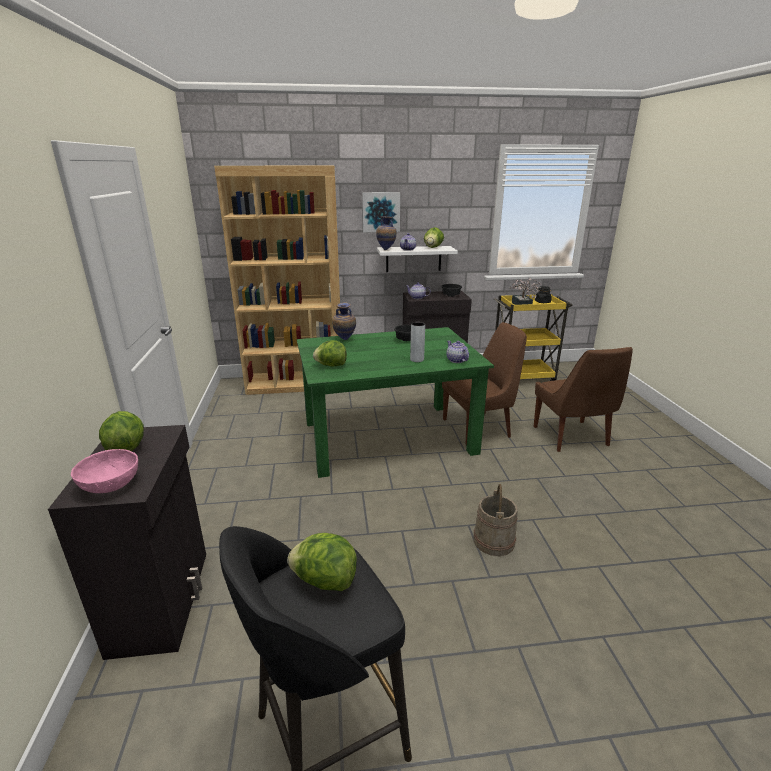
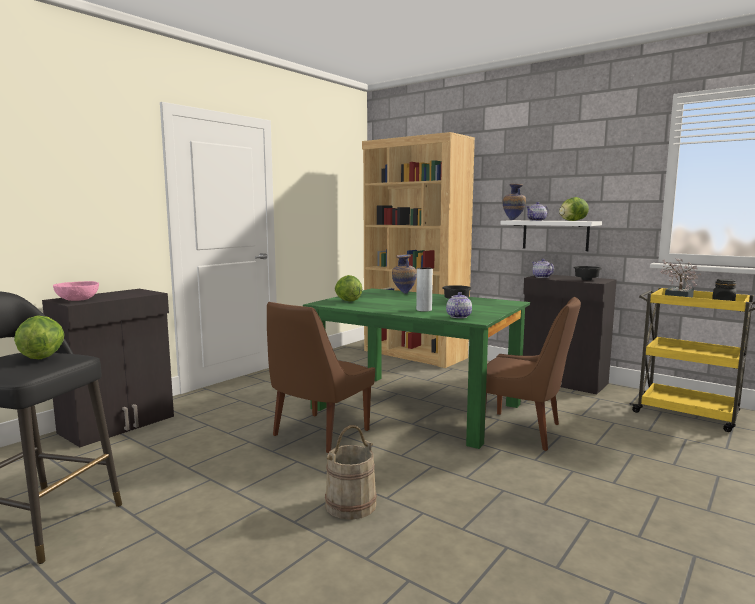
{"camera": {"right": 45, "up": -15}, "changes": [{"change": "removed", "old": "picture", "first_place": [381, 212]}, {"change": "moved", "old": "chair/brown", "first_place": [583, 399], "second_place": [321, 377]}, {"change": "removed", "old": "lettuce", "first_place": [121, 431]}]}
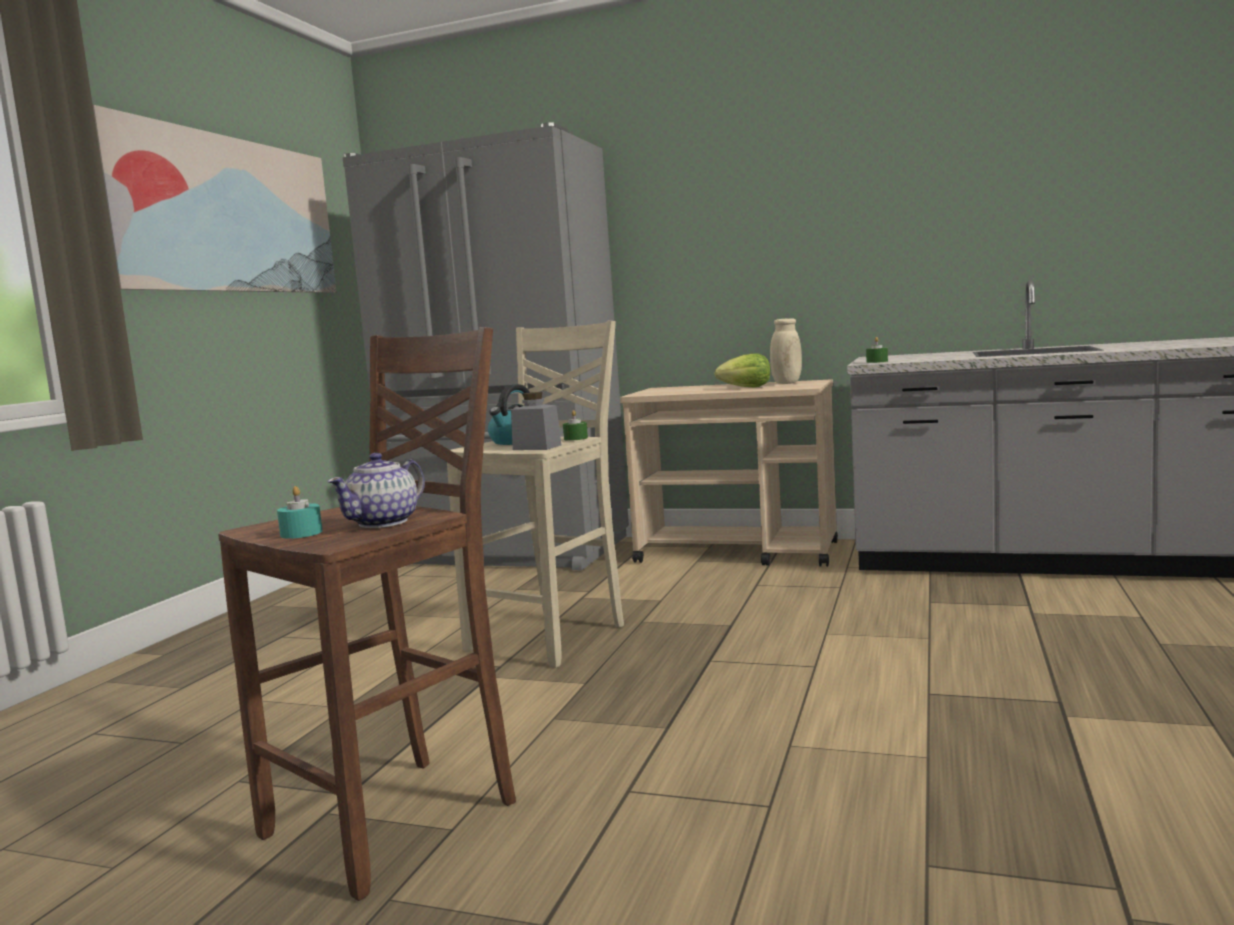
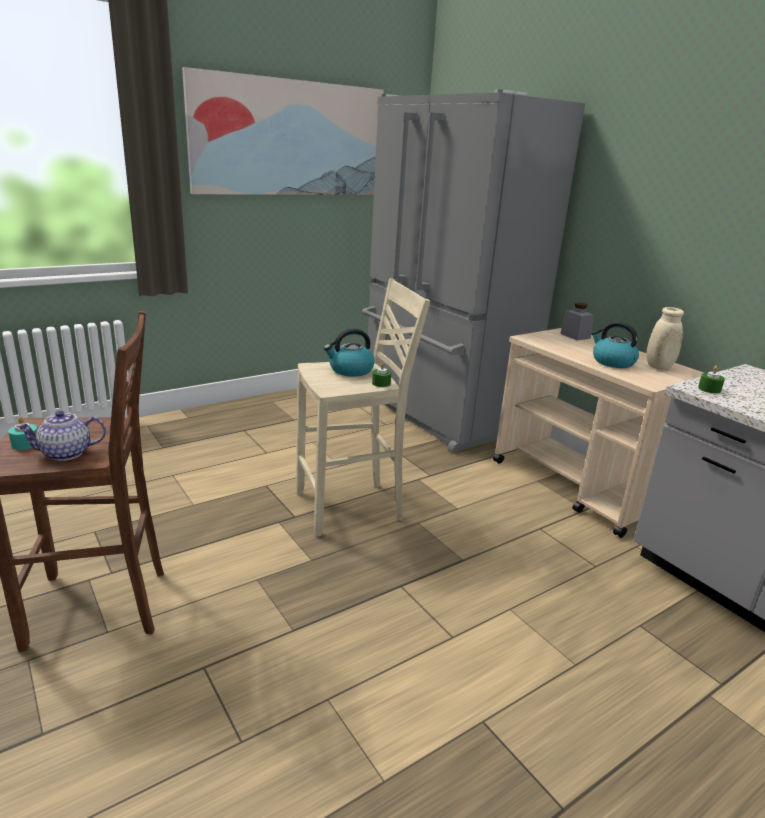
{"camera": {"right": 35, "up": 15}, "changes": [{"change": "replaced", "old": "lettuce", "new": "kettle", "first_place": [742, 370], "second_place": [615, 345]}, {"change": "moved", "old": "jar/grey", "first_place": [536, 421], "second_place": [577, 322]}]}
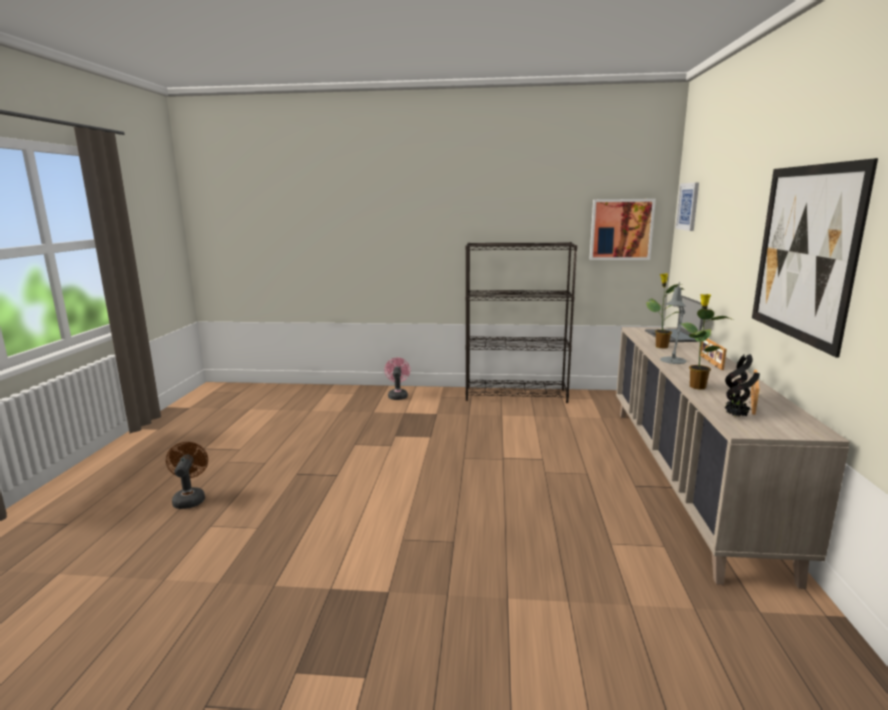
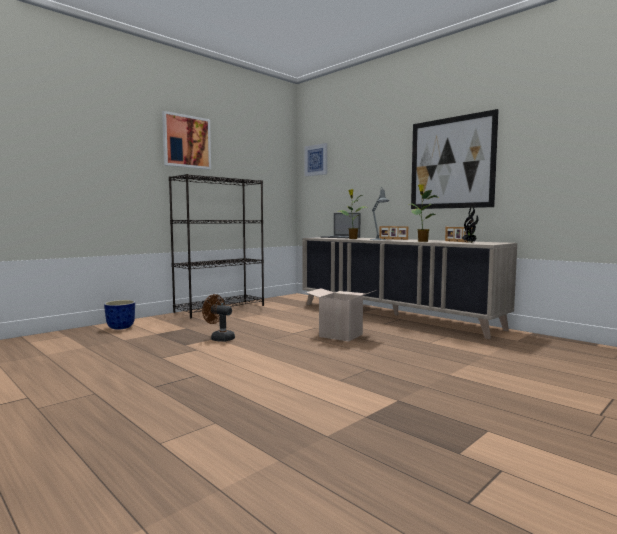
{"camera": {"right": -50, "up": -10}, "changes": [{"change": "moved", "old": "picture", "first_place": [622, 229], "second_place": [186, 140]}, {"change": "replaced", "old": "fan/pink", "new": "planter", "first_place": [397, 378], "second_place": [119, 315]}, {"change": "moved", "old": "fan/brown", "first_place": [187, 475], "second_place": [218, 318]}, {"change": "added", "new": "cardboard box", "second_place": [340, 315]}]}
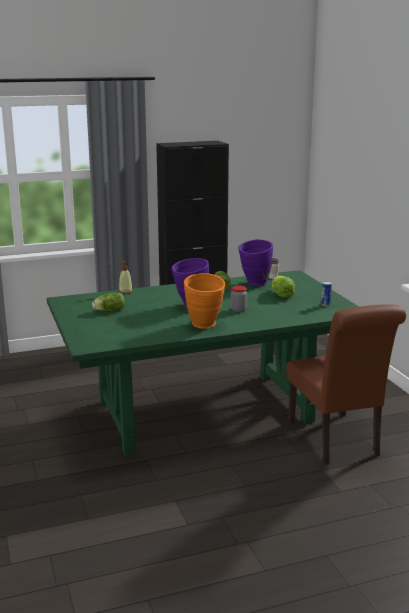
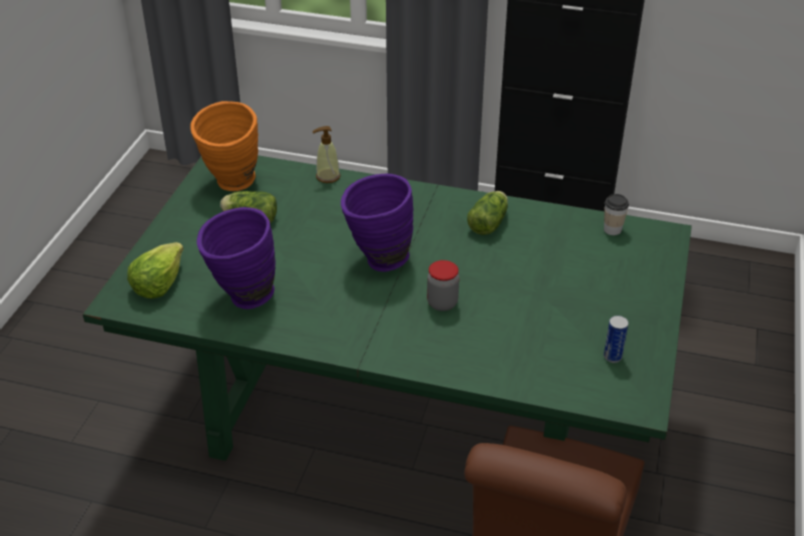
{"camera": {"right": 35, "up": 20}, "changes": [{"change": "moved", "old": "vase/purple", "first_place": [255, 263], "second_place": [236, 258]}, {"change": "moved", "old": "vase/orange", "first_place": [204, 301], "second_place": [224, 146]}, {"change": "moved", "old": "lettuce", "first_place": [283, 287], "second_place": [155, 270]}]}
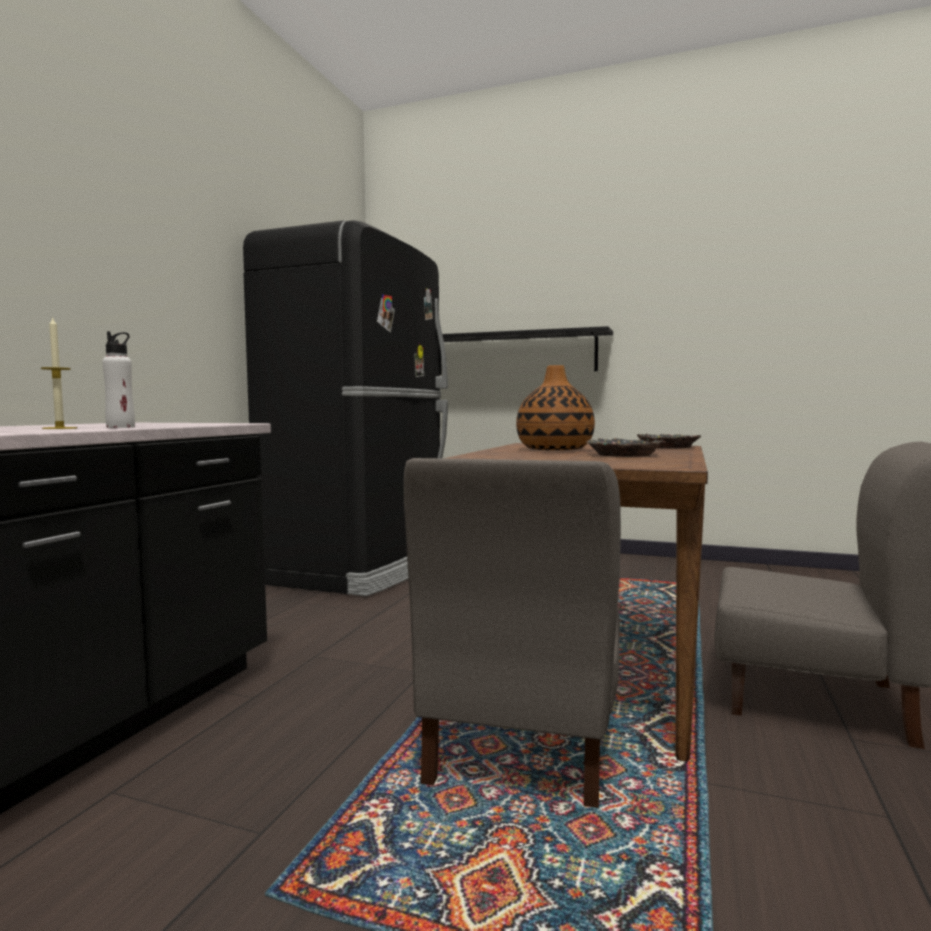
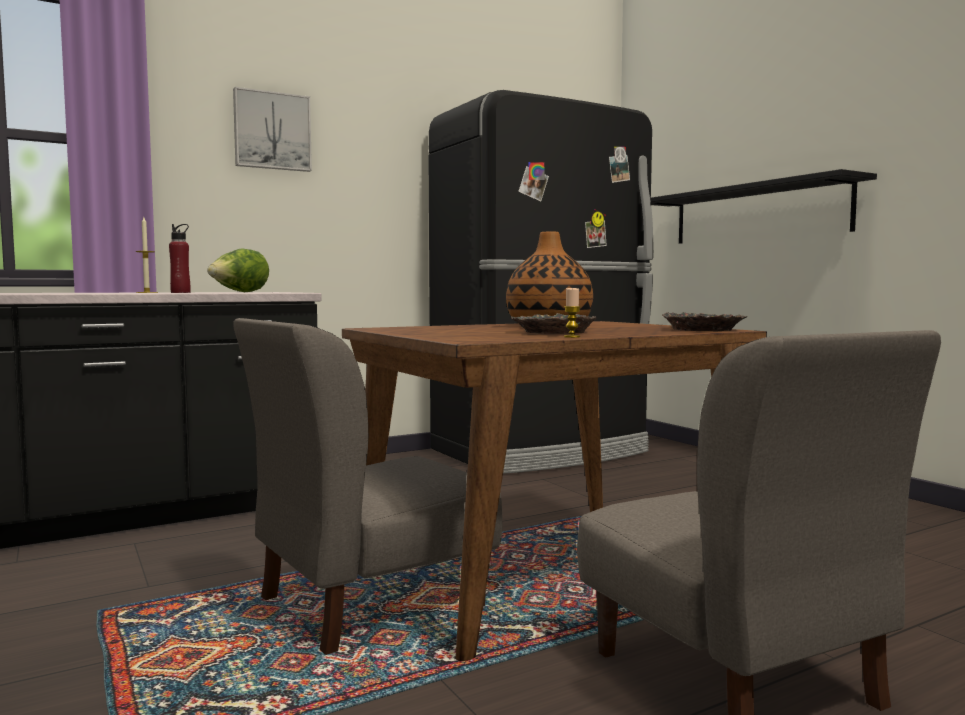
{"camera": {"right": 40, "up": 0}, "changes": [{"change": "recoloured", "old": "bottle/white", "new": "bottle/red", "first_place": [118, 379], "second_place": [180, 258]}, {"change": "added", "new": "picture", "second_place": [272, 129]}, {"change": "added", "new": "lettuce", "second_place": [238, 270]}, {"change": "added", "new": "candle", "second_place": [572, 312]}]}
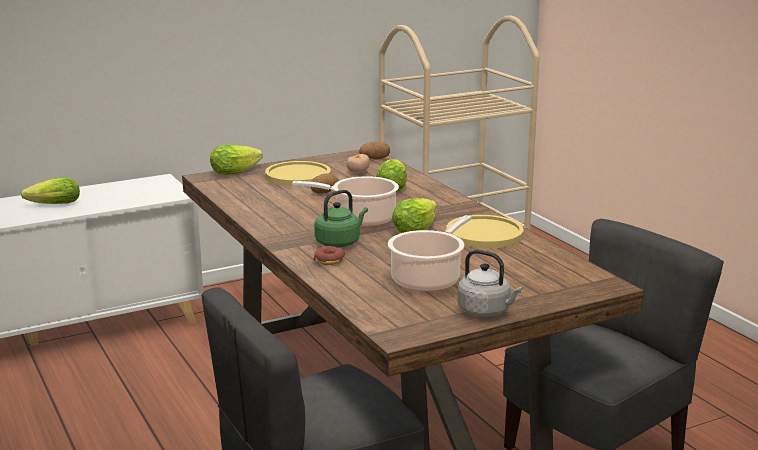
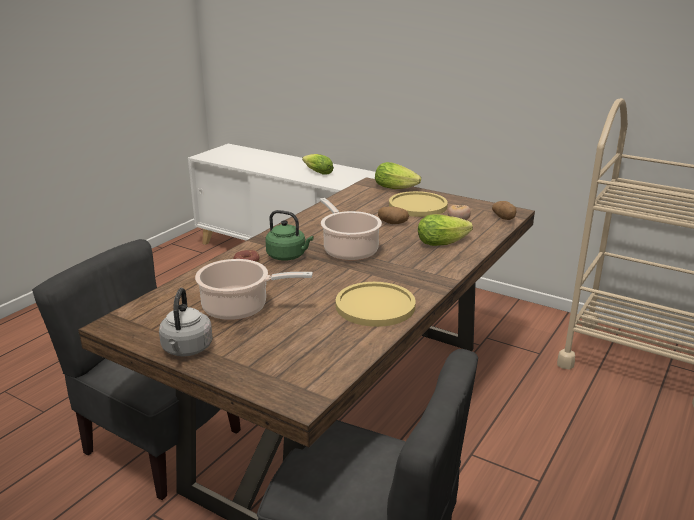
{"camera": {"right": 60, "up": 5}, "changes": [{"change": "removed", "old": "lettuce", "first_place": [414, 215]}]}
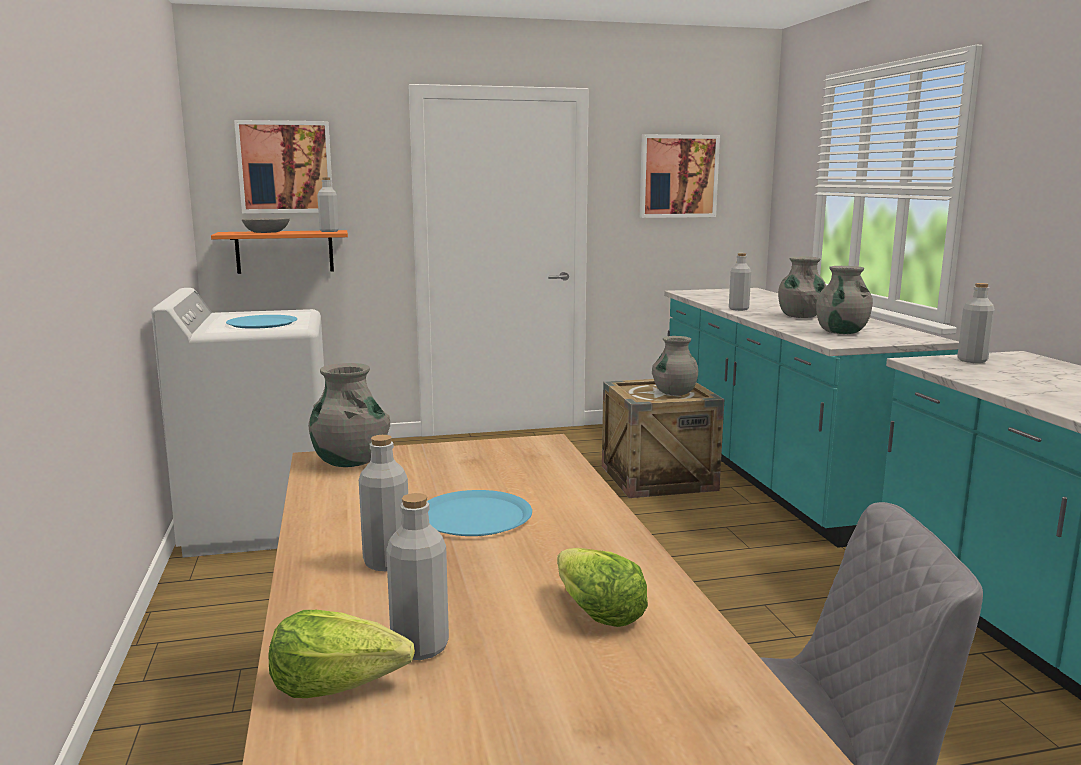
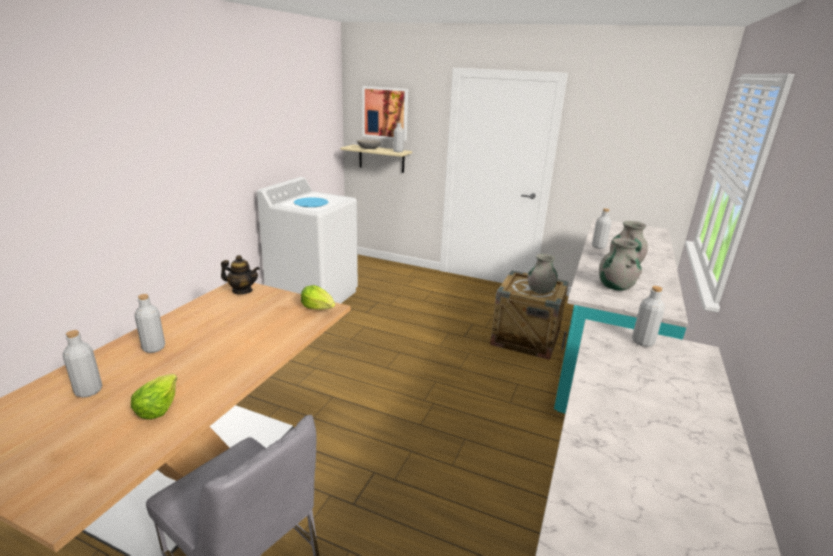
{"camera": {"right": 35, "up": 10}, "changes": [{"change": "removed", "old": "picture", "first_place": [680, 176]}, {"change": "recoloured", "old": "shelf/orange", "new": "shelf/beige", "first_place": [279, 252], "second_place": [376, 159]}, {"change": "replaced", "old": "vase/grey", "new": "teapot", "first_place": [349, 415], "second_place": [240, 274]}, {"change": "removed", "old": "plate/blue", "first_place": [479, 513]}, {"change": "moved", "old": "lettuce", "first_place": [342, 654], "second_place": [318, 297]}]}
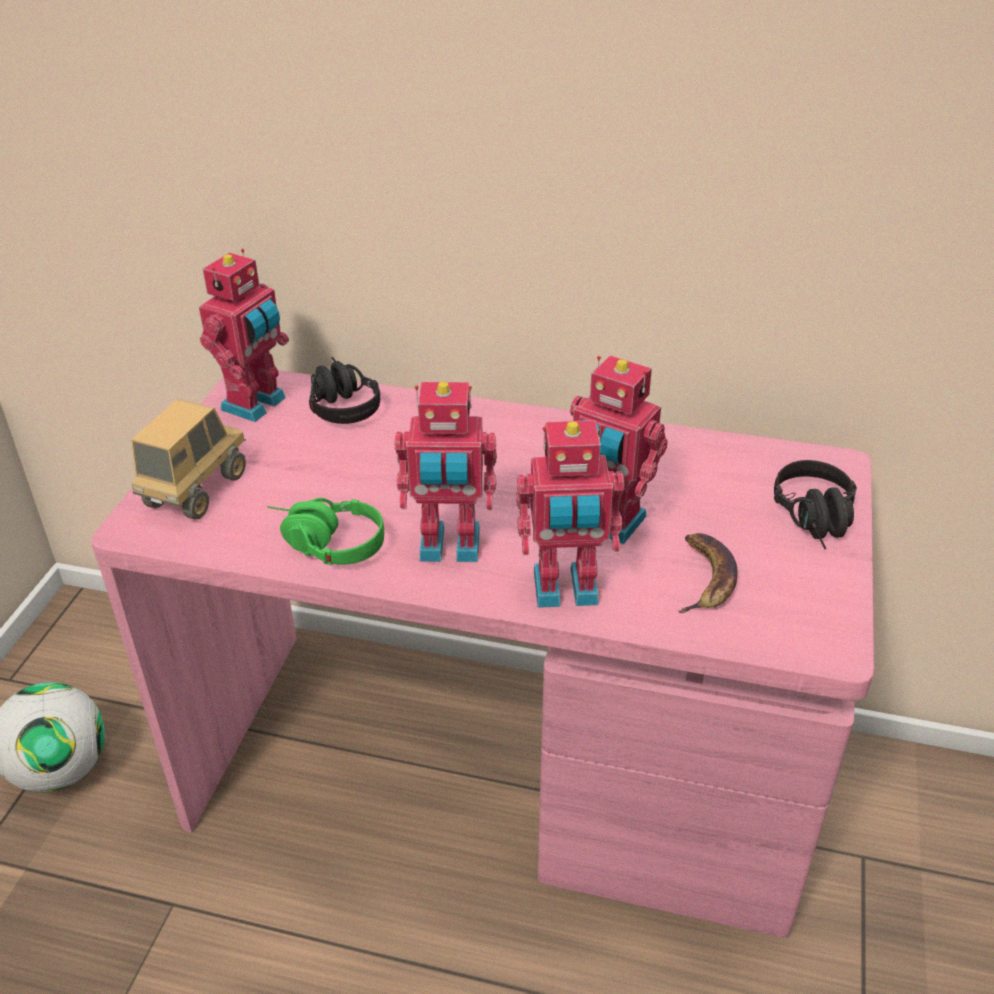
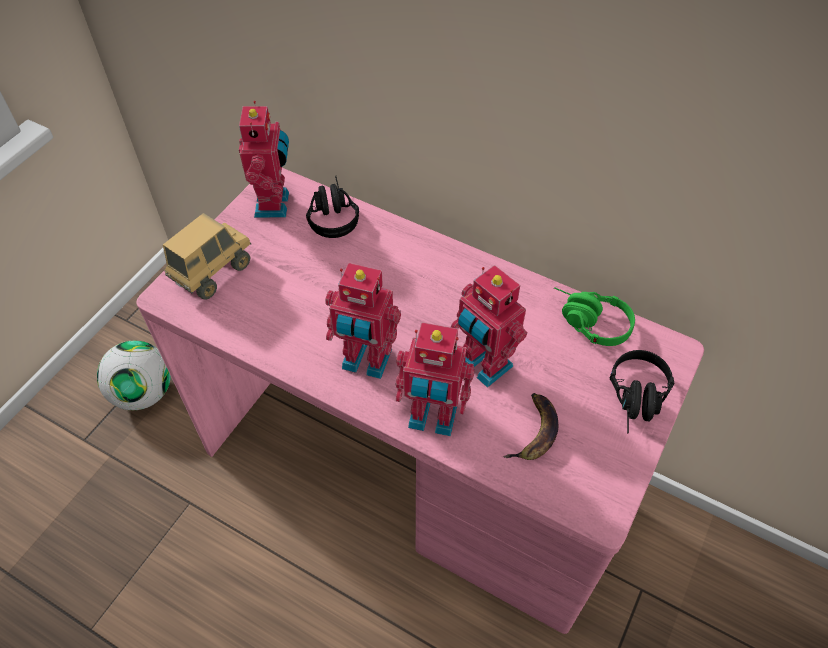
{"camera": {"right": 15, "up": 15}, "changes": [{"change": "turned", "old": "toy robot", "first_place": [244, 335], "second_place": [264, 159], "degrees": -45}, {"change": "moved", "old": "headphones/green", "first_place": [326, 531], "second_place": [594, 316]}]}
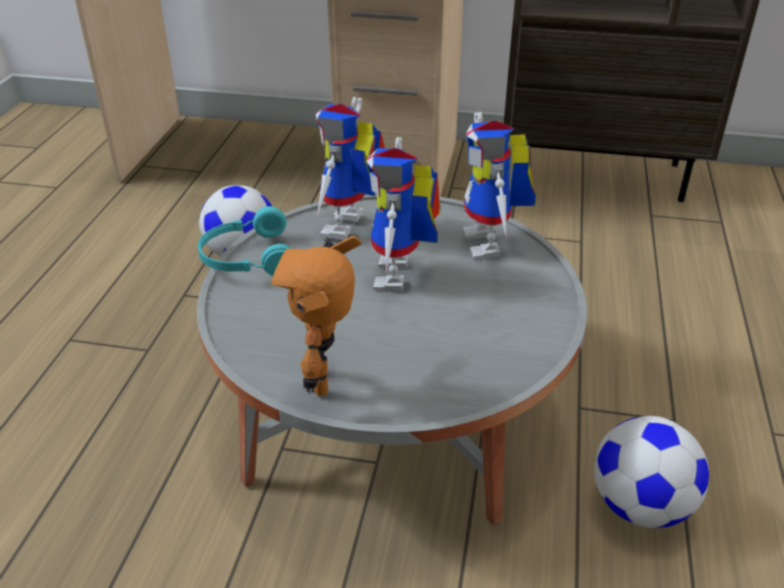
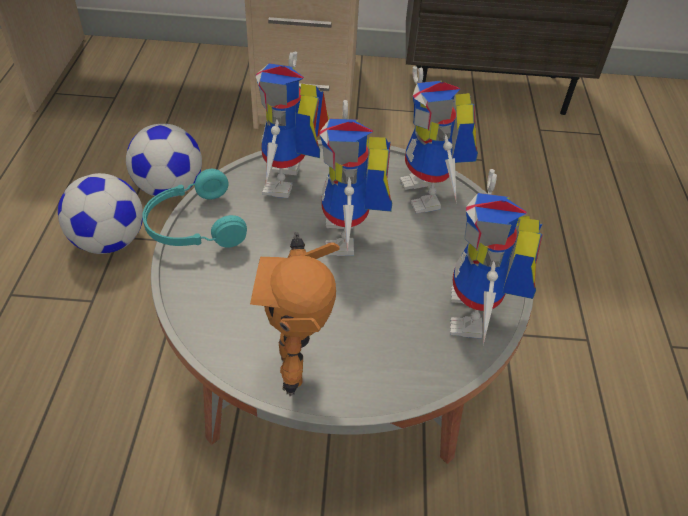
{"camera": {"right": -10, "up": 10}, "changes": [{"change": "moved", "old": "football", "first_place": [651, 472], "second_place": [100, 213]}, {"change": "added", "new": "toy robot", "second_place": [496, 257]}]}
